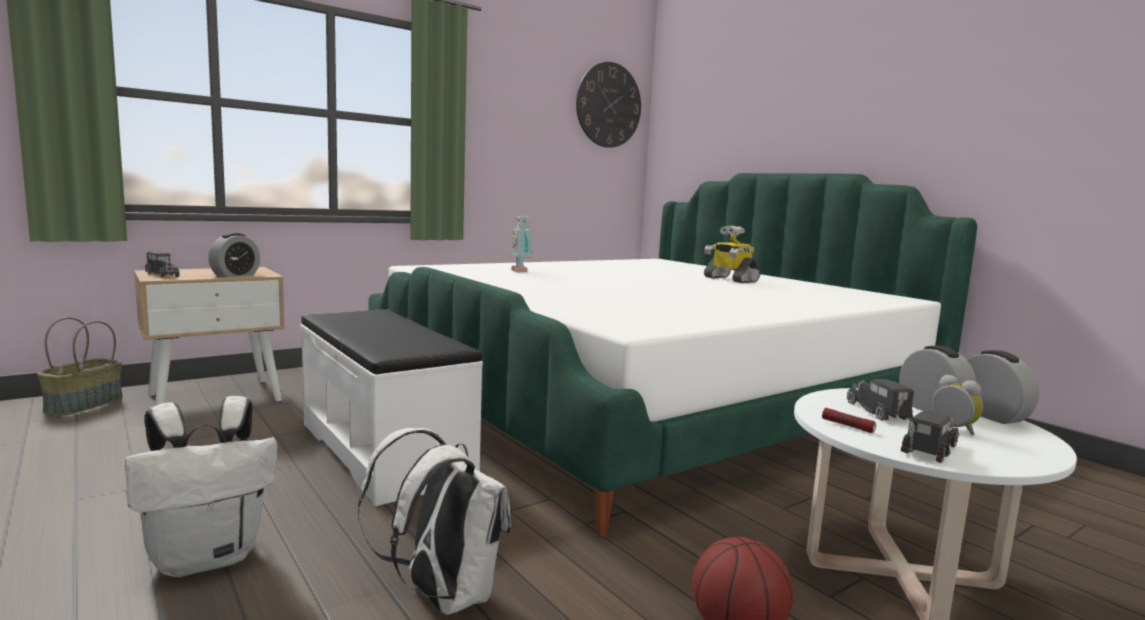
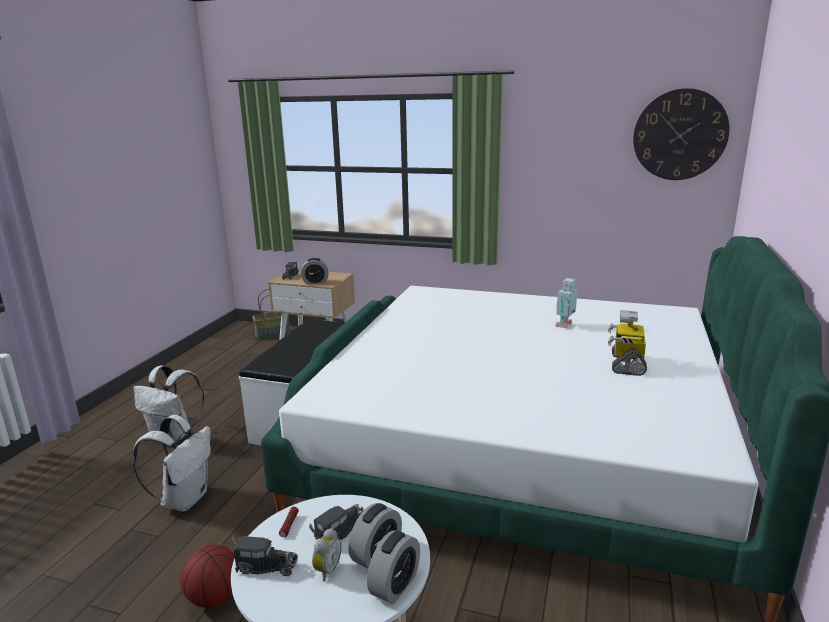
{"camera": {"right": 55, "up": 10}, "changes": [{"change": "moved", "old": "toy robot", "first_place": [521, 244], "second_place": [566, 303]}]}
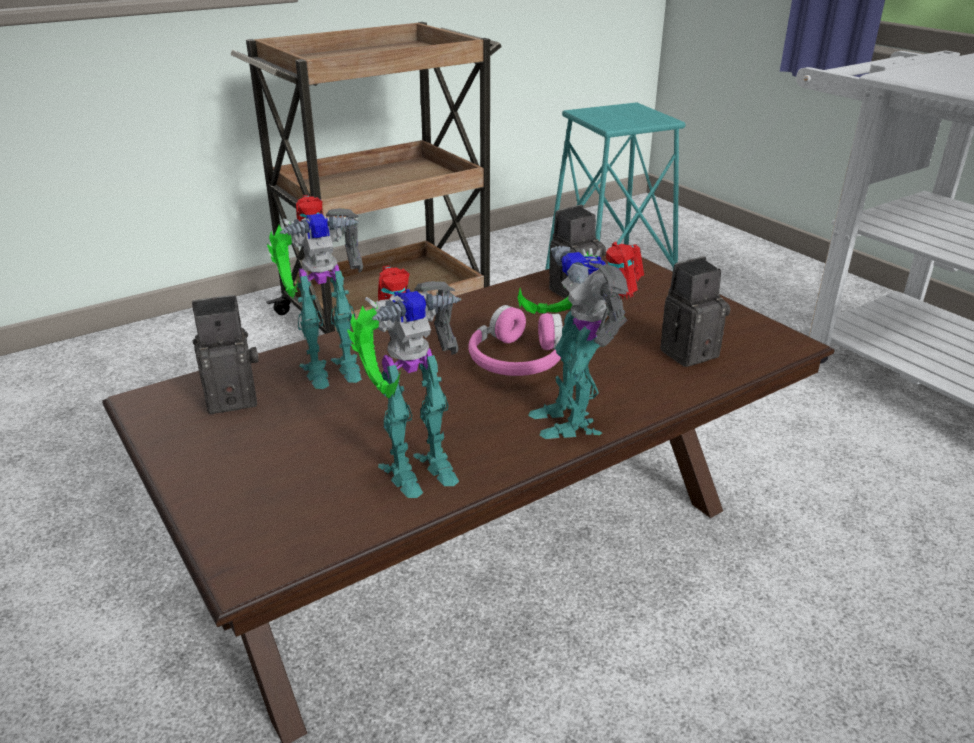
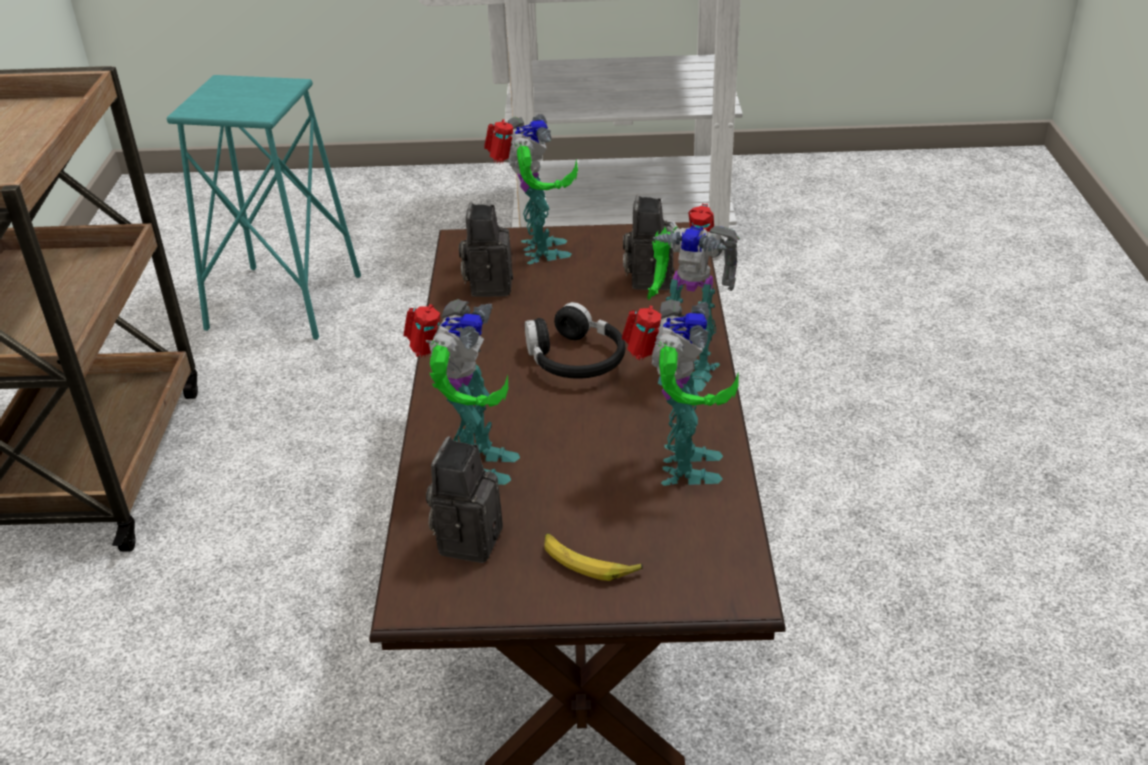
{"camera": {"right": -55, "up": 5}, "changes": [{"change": "recoloured", "old": "headphones/pink", "new": "headphones/black", "first_place": [516, 340], "second_place": [575, 340]}, {"change": "added", "new": "toy robot", "second_place": [531, 189]}, {"change": "added", "new": "banana", "second_place": [593, 557]}]}
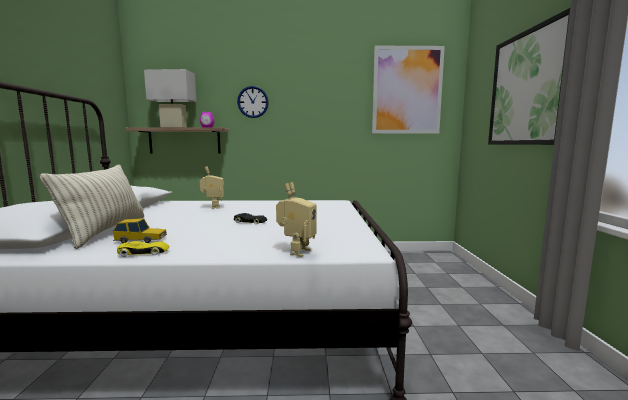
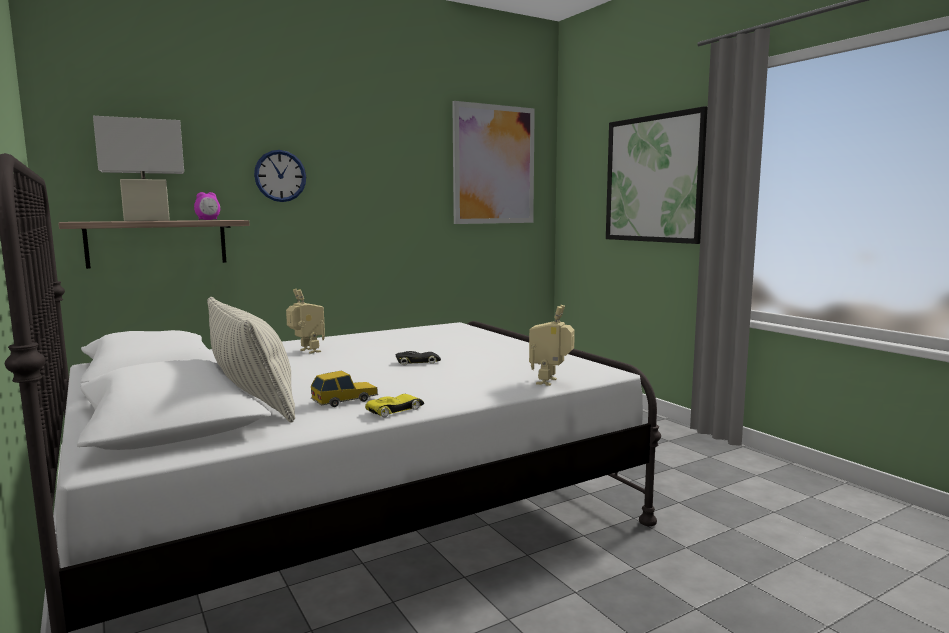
{"camera": {"right": -30, "up": 0}, "changes": [{"change": "turned", "old": "toy robot", "first_place": [296, 219], "second_place": [552, 345], "degrees": -150}]}
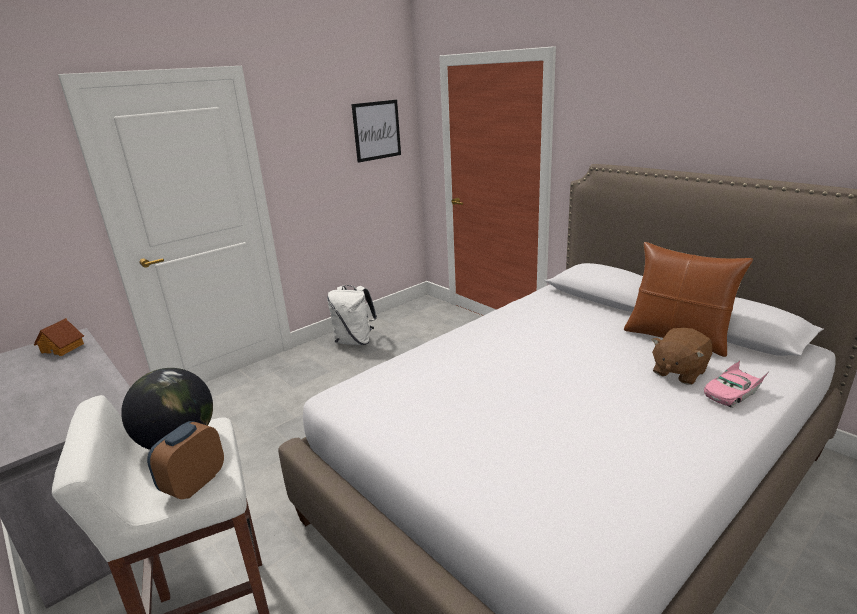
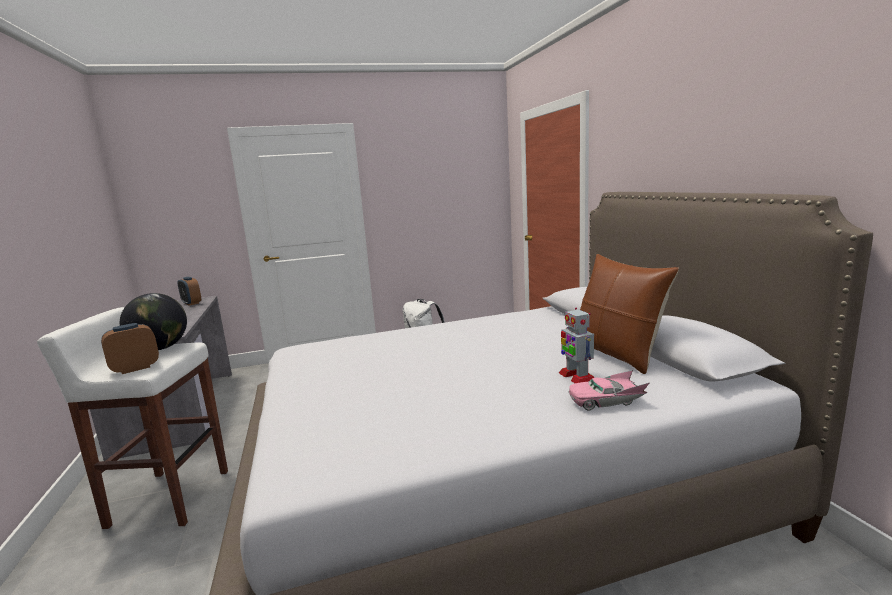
{"camera": {"right": 25, "up": -10}, "changes": [{"change": "removed", "old": "picture", "first_place": [376, 131]}, {"change": "replaced", "old": "toy house", "new": "alarm clock", "first_place": [59, 337], "second_place": [189, 291]}, {"change": "replaced", "old": "plush toy/brown", "new": "toy robot", "first_place": [682, 356], "second_place": [577, 345]}]}
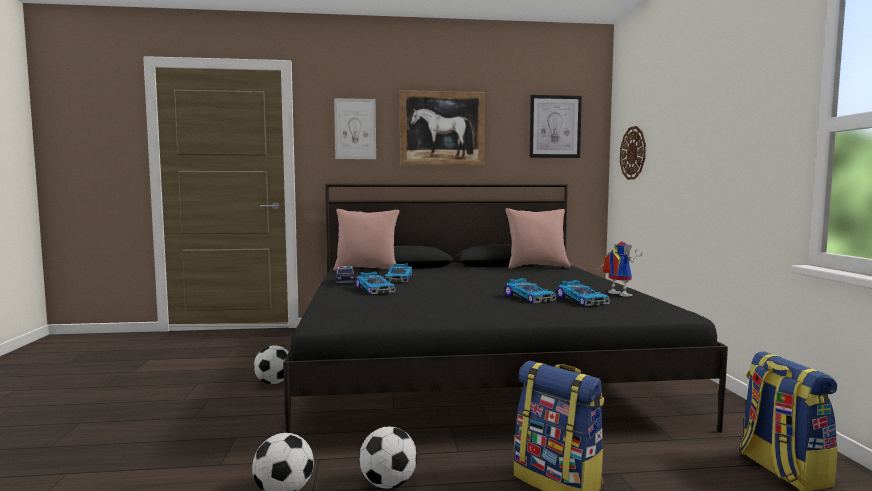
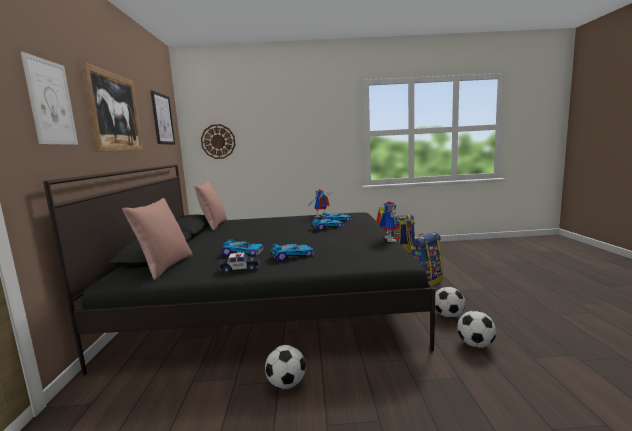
{"camera": {"right": -85, "up": 5}, "changes": [{"change": "added", "new": "toy robot", "second_place": [386, 222]}]}
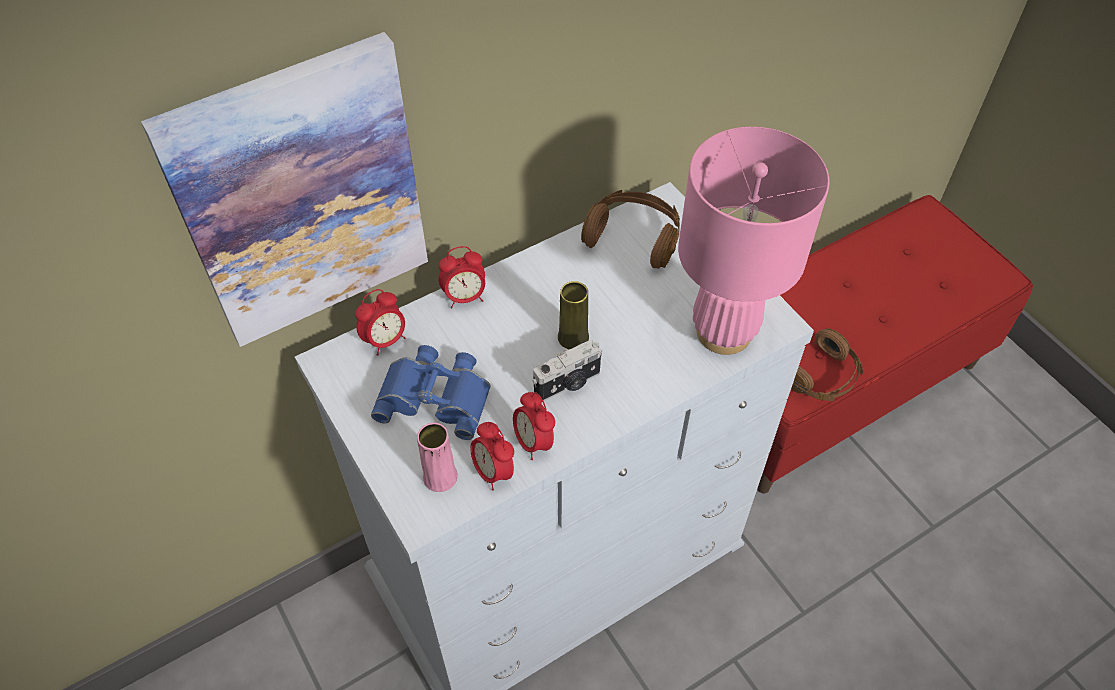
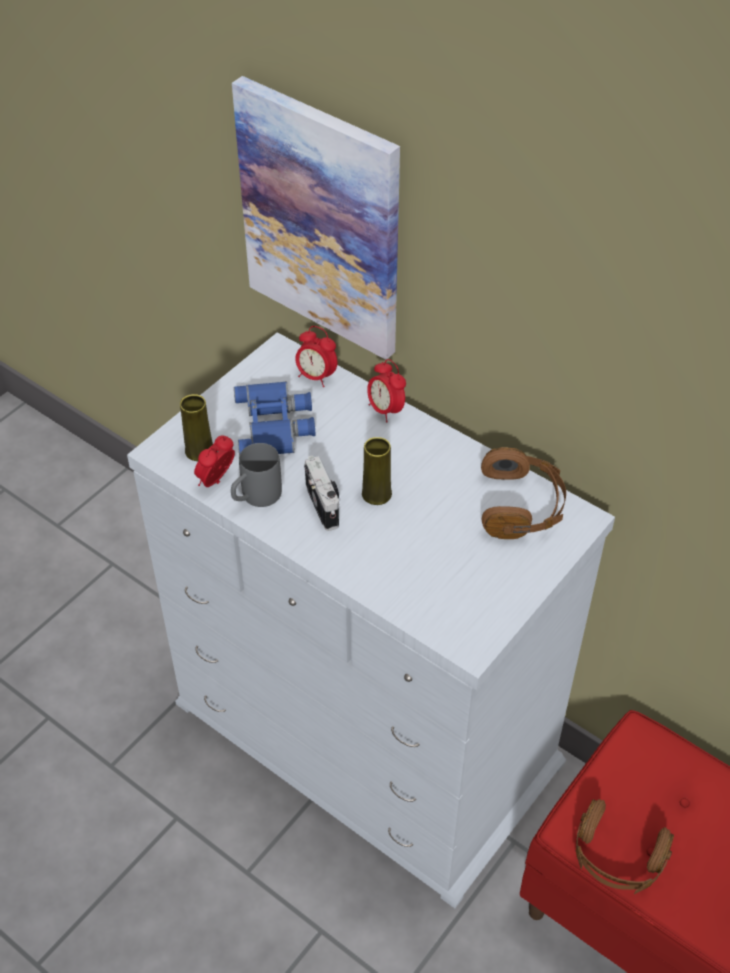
{"camera": {"right": 70, "up": -5}, "changes": [{"change": "removed", "old": "table lamp/pink", "first_place": [754, 241]}, {"change": "turned", "old": "photo camera", "first_place": [567, 370], "second_place": [321, 493], "degrees": -150}, {"change": "replaced", "old": "alarm clock", "new": "mug/grey", "first_place": [534, 426], "second_place": [256, 475]}, {"change": "recoloured", "old": "vase/pink", "new": "vase/yellow", "first_place": [437, 457], "second_place": [196, 427]}]}
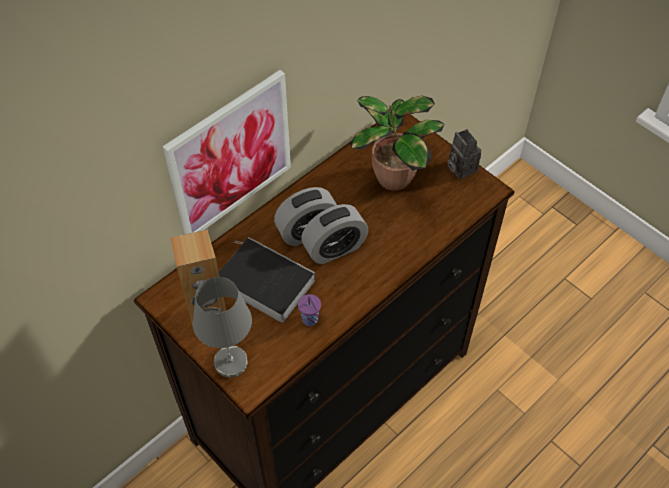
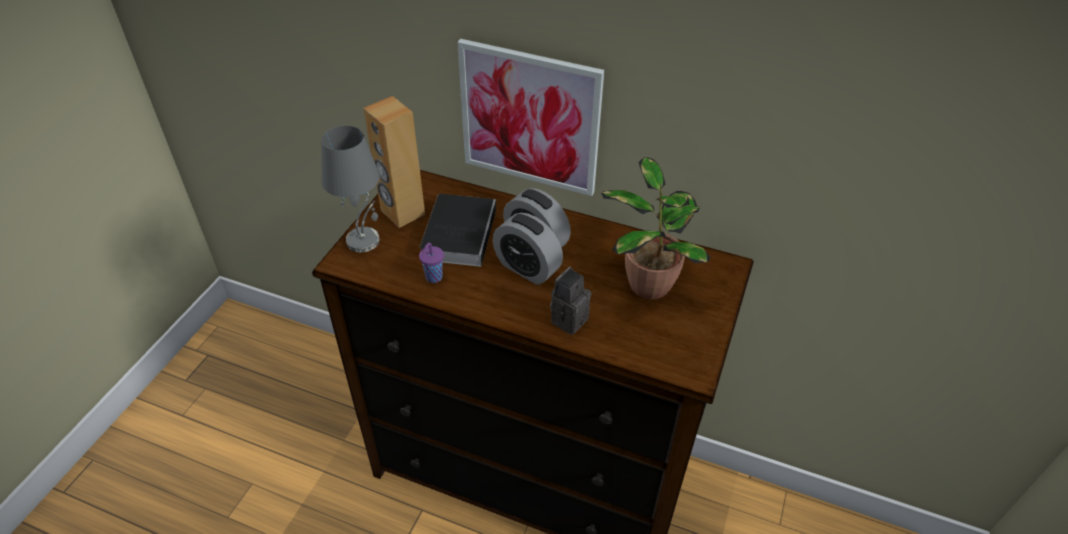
{"camera": {"right": 65, "up": -10}, "changes": [{"change": "moved", "old": "photo camera", "first_place": [464, 154], "second_place": [571, 301]}]}
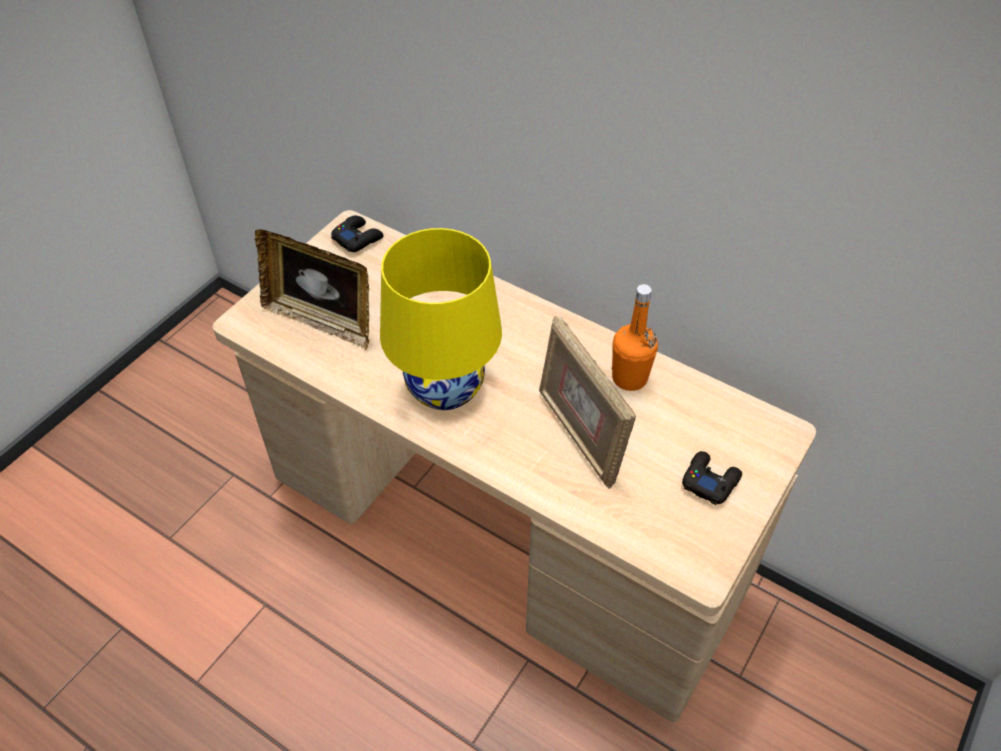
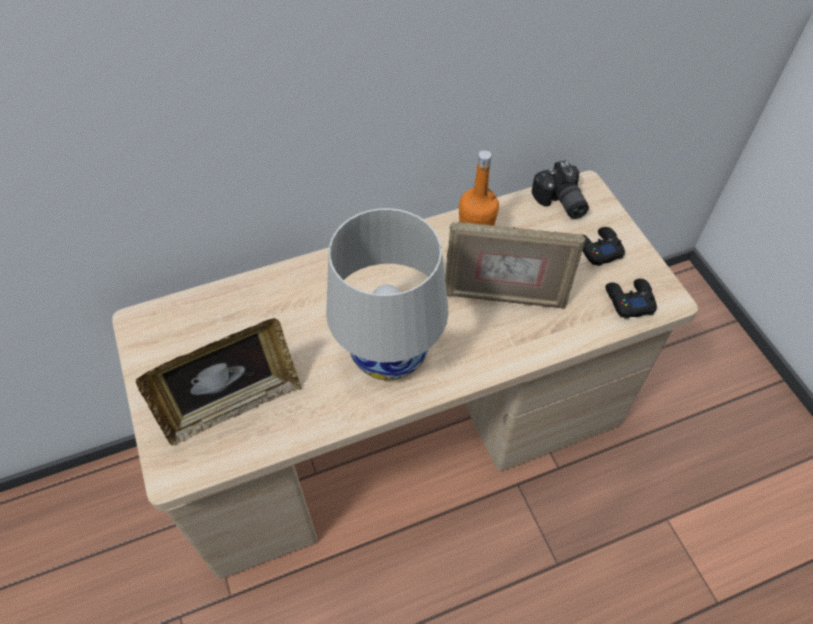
{"camera": {"right": -55, "up": 5}, "changes": [{"change": "moved", "old": "game controller/black", "first_place": [357, 233], "second_place": [631, 298]}, {"change": "recoloured", "old": "table lamp/yellow", "new": "table lamp/white", "first_place": [441, 319], "second_place": [387, 294]}, {"change": "added", "new": "photo camera", "second_place": [560, 189]}]}
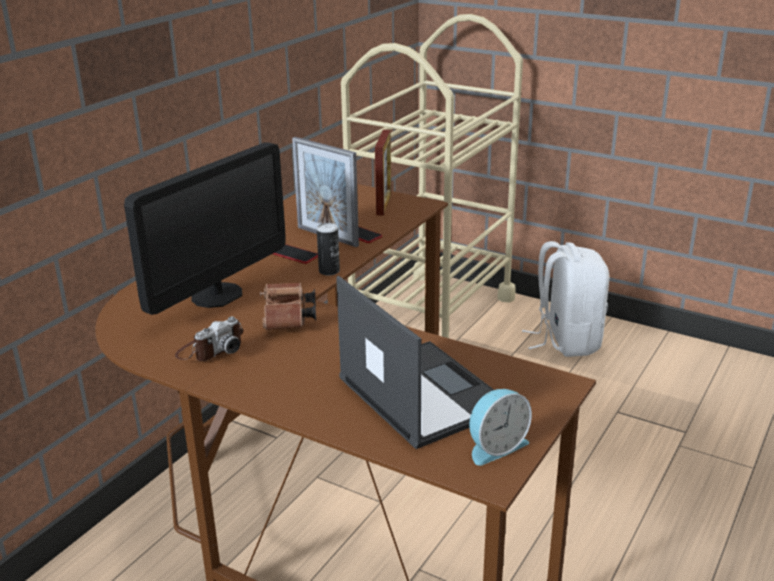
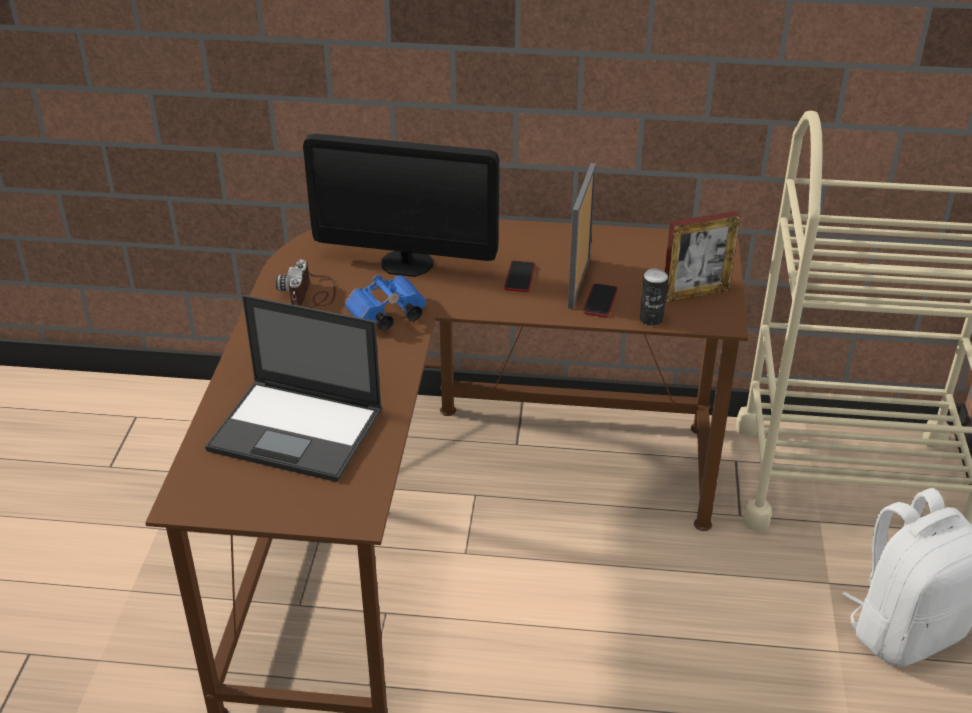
{"camera": {"right": 65, "up": 10}, "changes": [{"change": "moved", "old": "can", "first_place": [328, 249], "second_place": [654, 297]}, {"change": "turned", "old": "laptop", "first_place": [415, 362], "second_place": [293, 388], "degrees": 75}, {"change": "recoloured", "old": "binoculars/brown", "new": "binoculars/blue", "first_place": [288, 306], "second_place": [385, 303]}, {"change": "turned", "old": "photo camera", "first_place": [209, 339], "second_place": [306, 283], "degrees": 75}, {"change": "removed", "old": "alarm clock", "first_place": [500, 427]}]}
